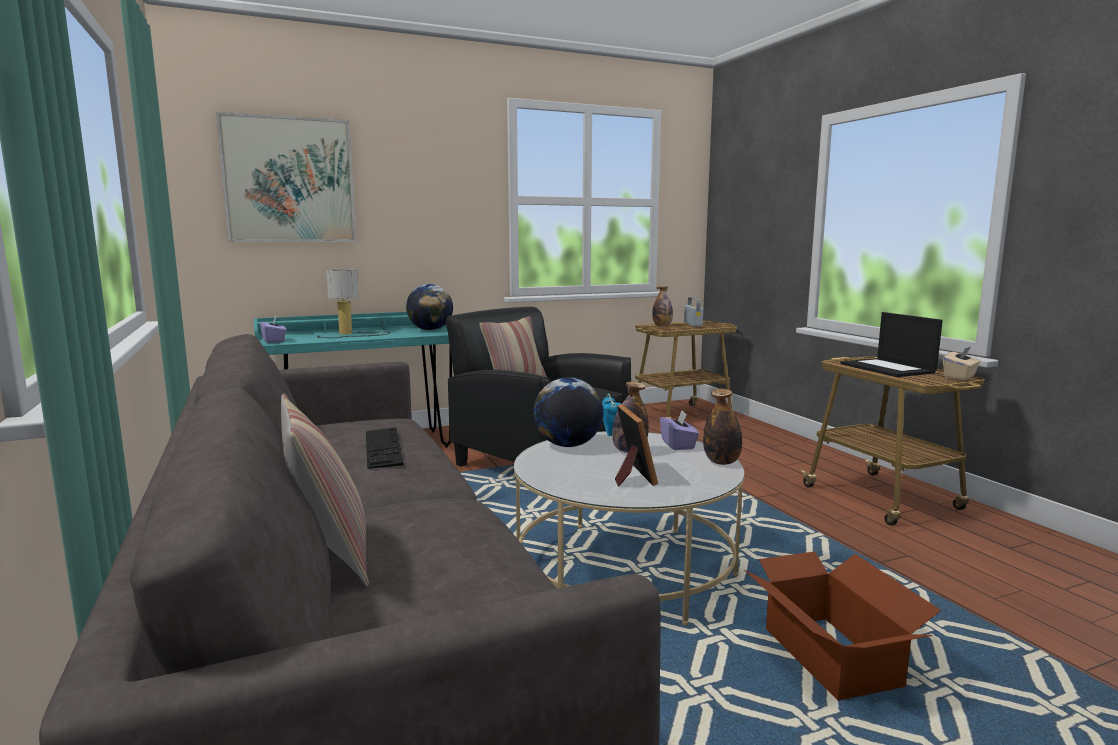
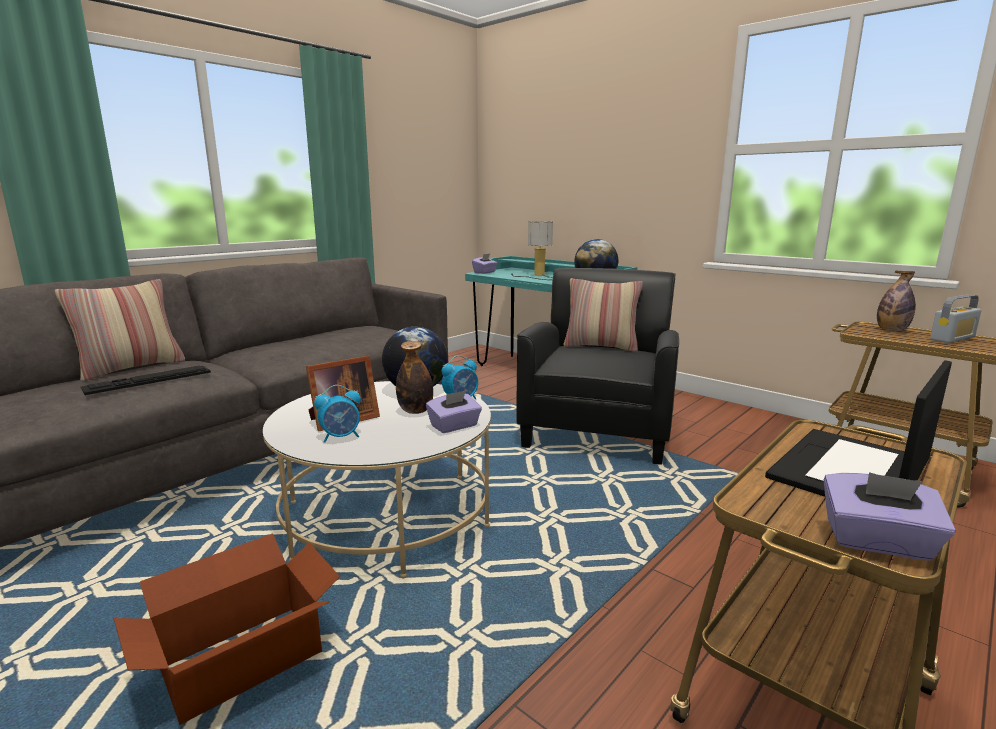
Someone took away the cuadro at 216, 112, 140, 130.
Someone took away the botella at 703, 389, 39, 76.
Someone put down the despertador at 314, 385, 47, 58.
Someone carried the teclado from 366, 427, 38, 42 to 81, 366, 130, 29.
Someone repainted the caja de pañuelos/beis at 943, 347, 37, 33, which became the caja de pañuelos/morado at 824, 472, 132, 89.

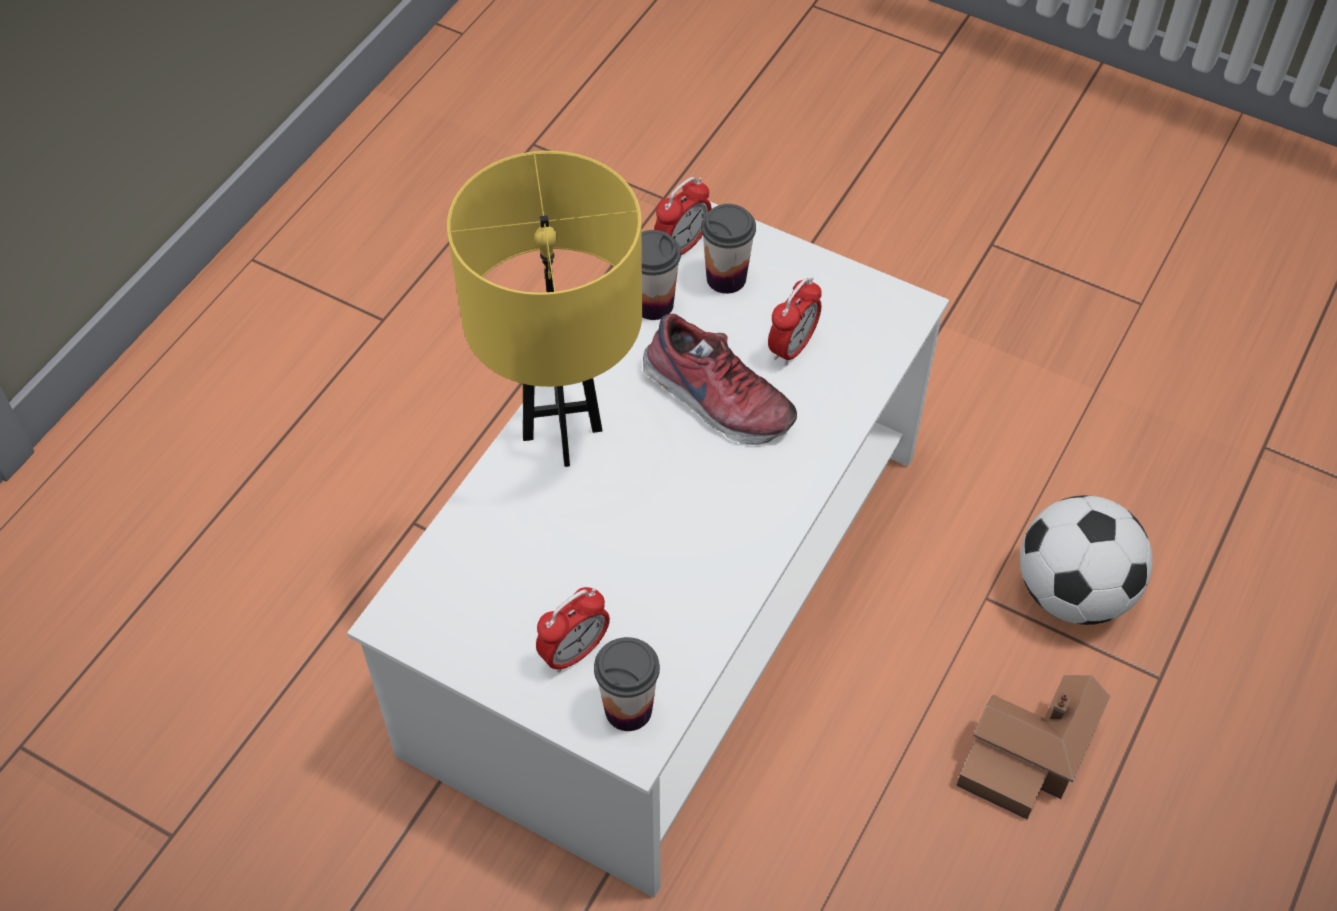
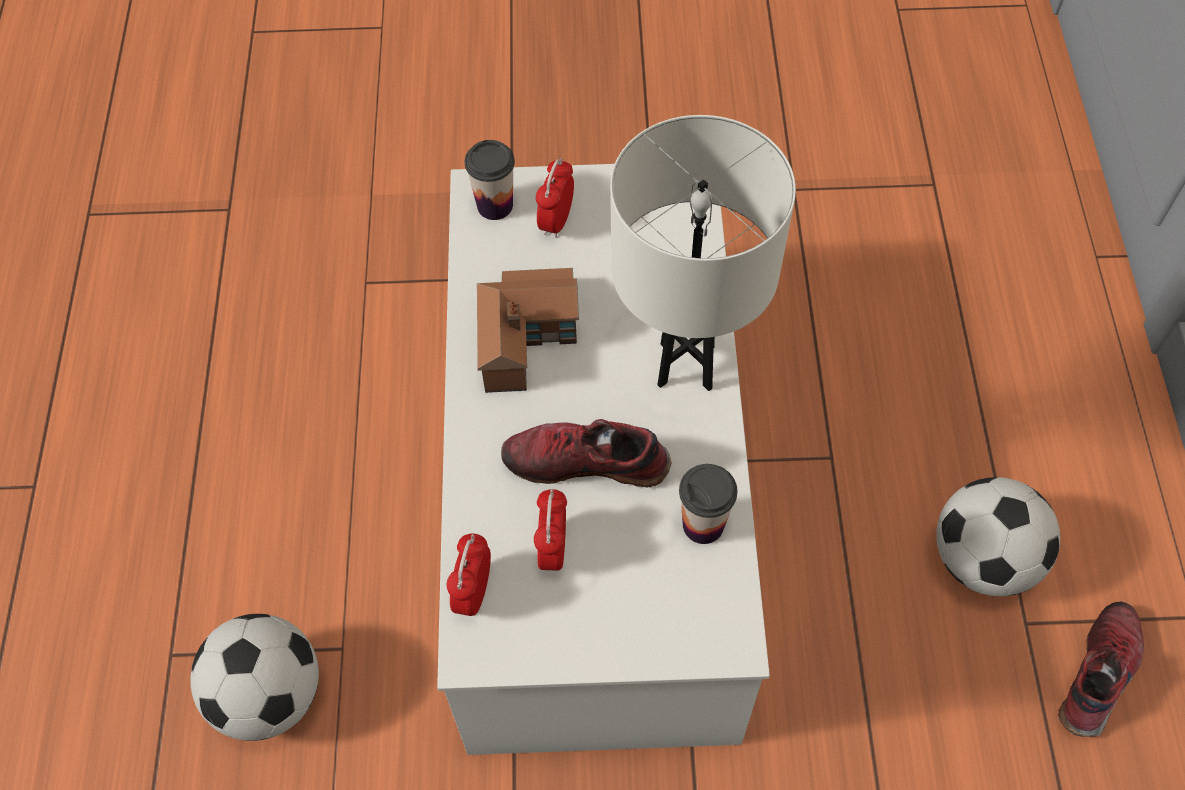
Someone took away the taza at 701, 204, 55, 90.
Someone put down the balón de fútbol at 936, 477, 124, 119.
Someone put down the zapato at 1058, 602, 86, 135.
Someone carried the despertador from 654, 177, 58, 78 to 447, 534, 44, 82.
Someone carried the casita from 956, 675, 154, 144 to 477, 268, 102, 125.
Someone repainted the lámpara de mesa/amarillo at 447, 151, 195, 316, which became the lámpara de mesa/blanco at 610, 115, 186, 276.

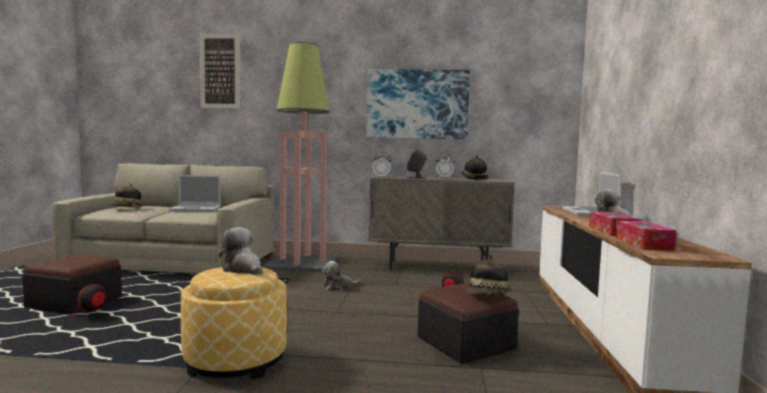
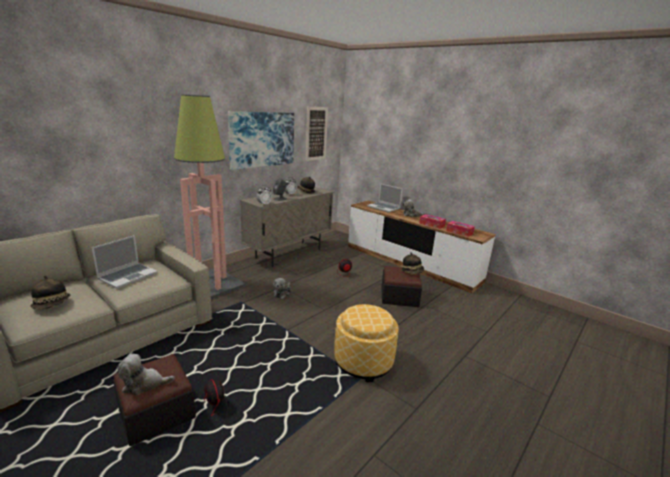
Someone carried the cuadro from 199, 34, 41, 74 to 306, 107, 22, 54.
Someone carried the peluche from 219, 227, 44, 48 to 117, 354, 58, 41.

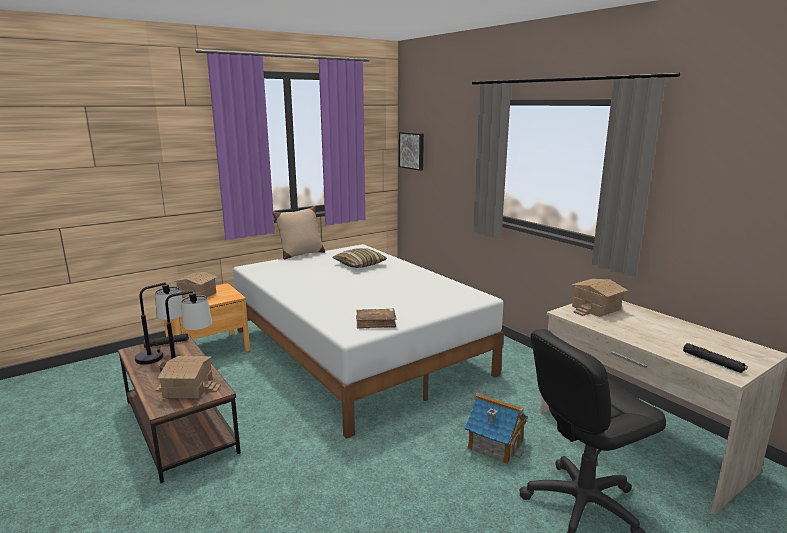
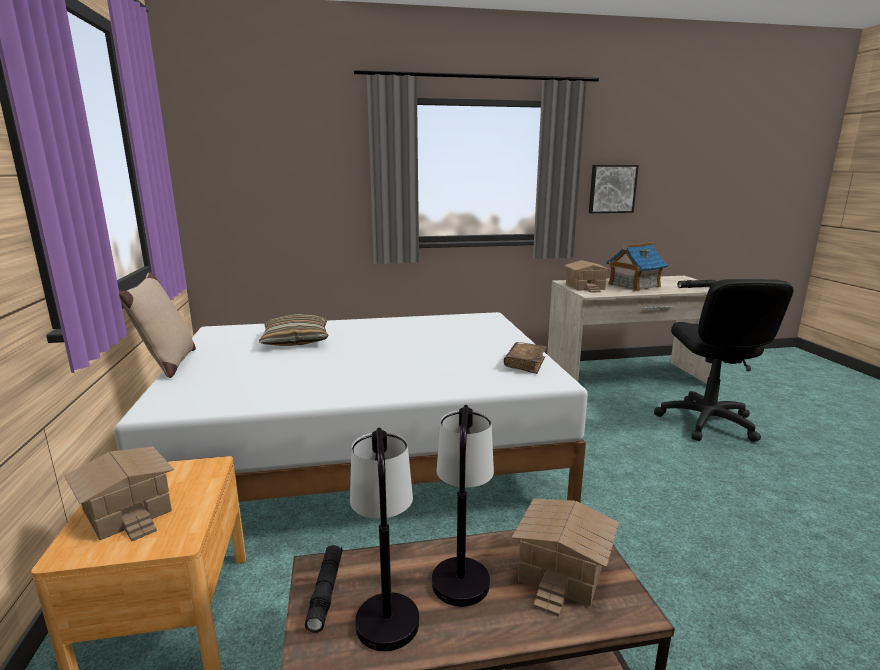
Someone carried the cuadro from 399, 132, 25, 39 to 589, 165, 50, 48.
Someone carried the casita from 465, 393, 63, 71 to 606, 242, 62, 49.

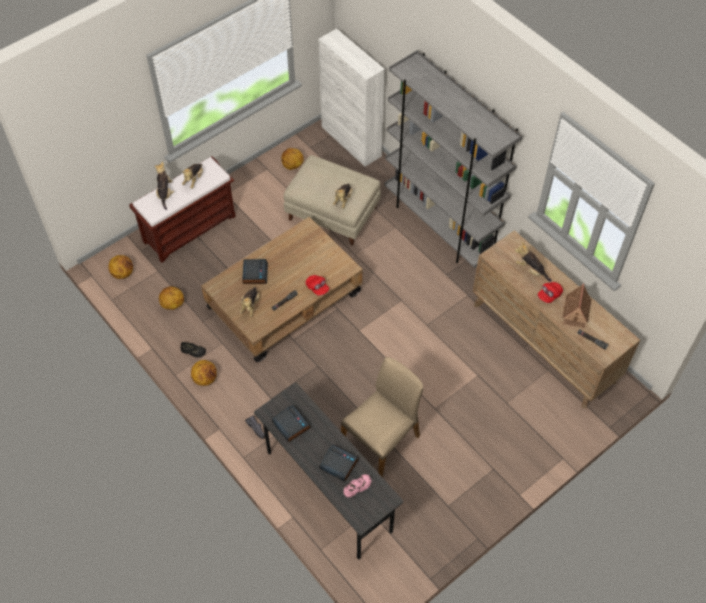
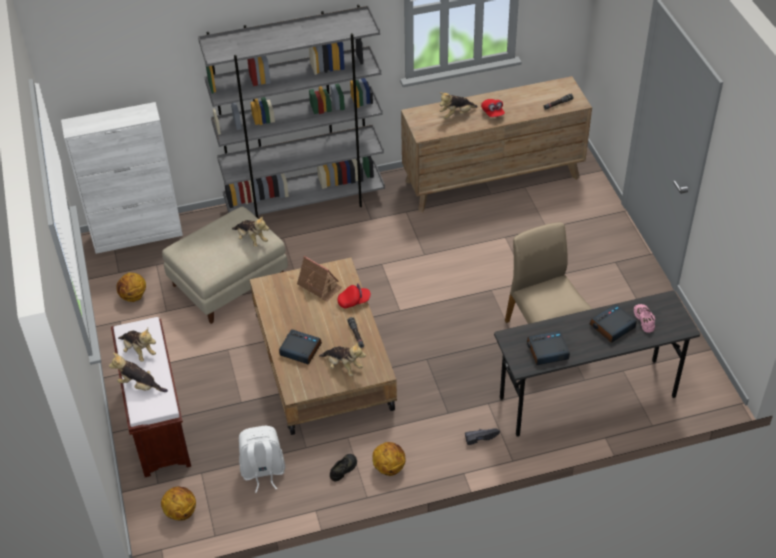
Someone carried the casita from 563, 283, 28, 45 to 297, 256, 45, 46.
Someone swapped the balón de baloncesto at 159, 286, 25, 24 for the mochila/blanco at 239, 426, 46, 67.

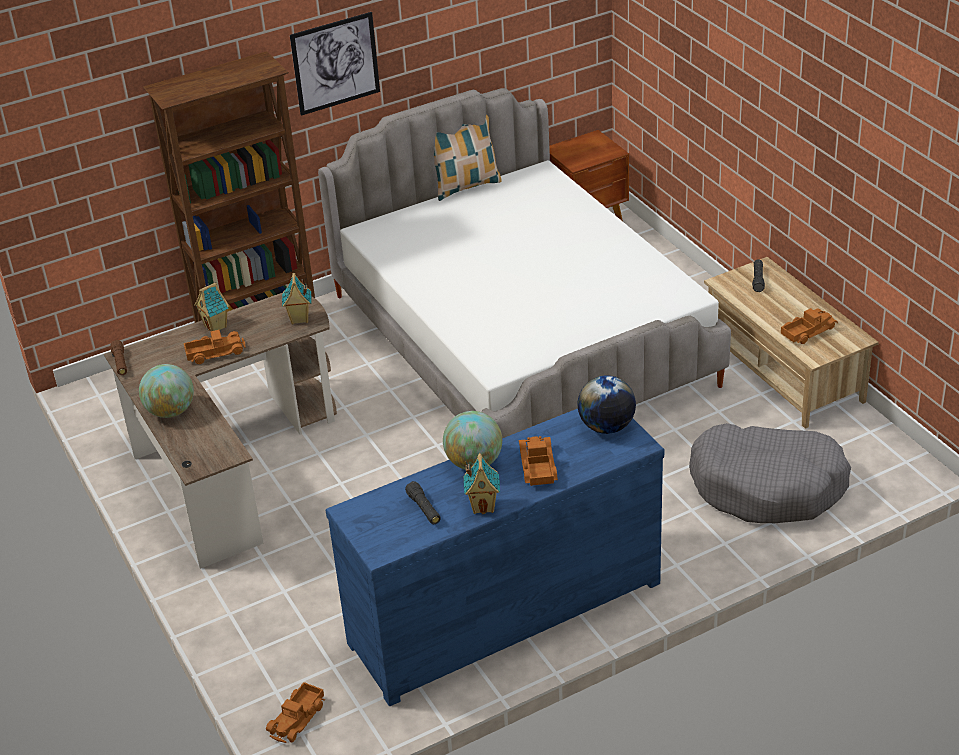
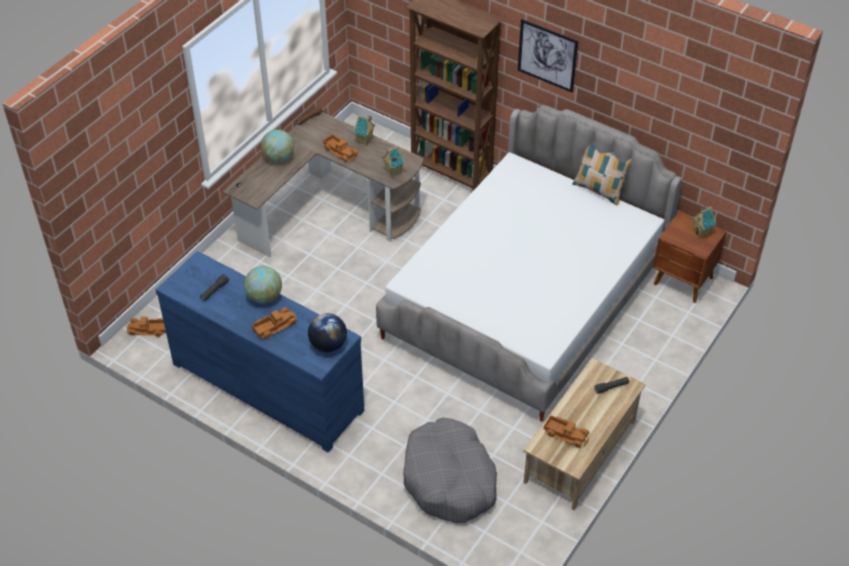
Someone carried the casita from 464, 453, 36, 61 to 691, 205, 25, 33.

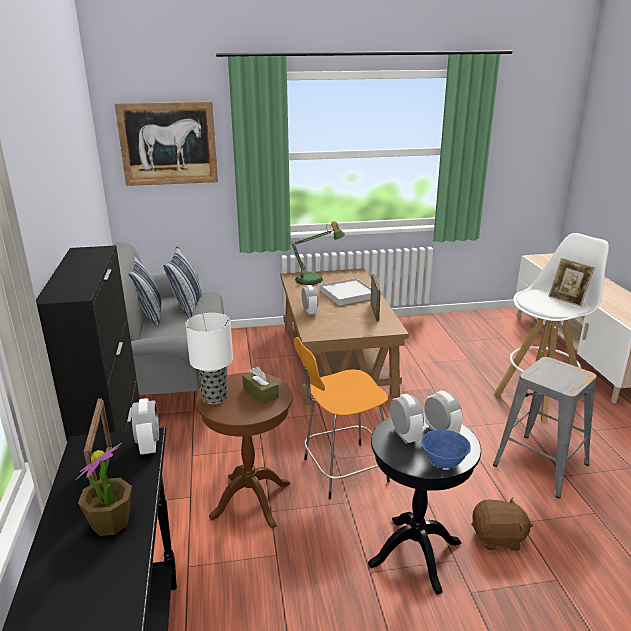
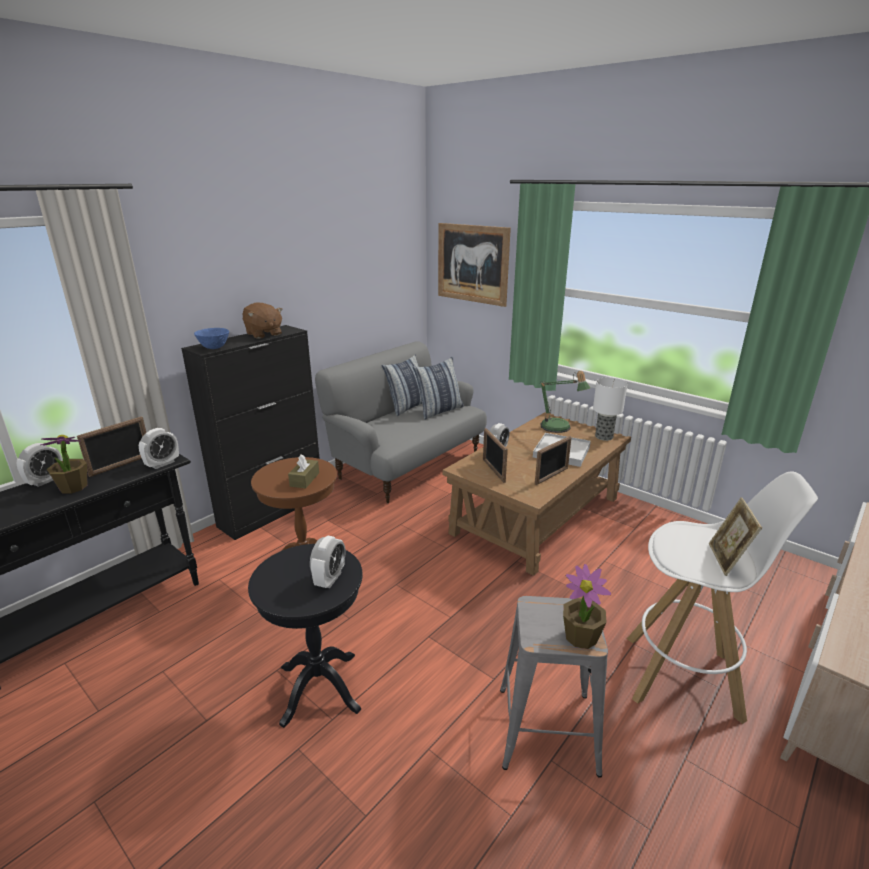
Someone took away the taburete/naranja at 294, 337, 96, 163.
Someone put down the portarretratos at 483, 428, 25, 55.
Someone put down the planta en maceta at 563, 564, 48, 85.
Someone carried the lámpara de mesa from 186, 313, 47, 91 to 593, 378, 34, 63.
Someone carried the despertador from 390, 394, 34, 50 to 16, 443, 47, 44.
Someone carried the cuenco/azul from 421, 430, 50, 38 to 194, 328, 35, 21.
Someone carried the peluche/marrón from 472, 497, 61, 54 to 243, 302, 40, 37.

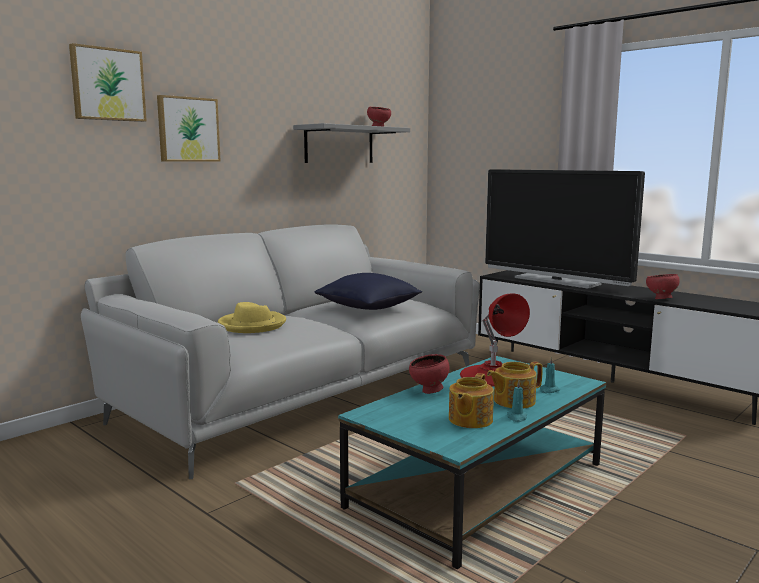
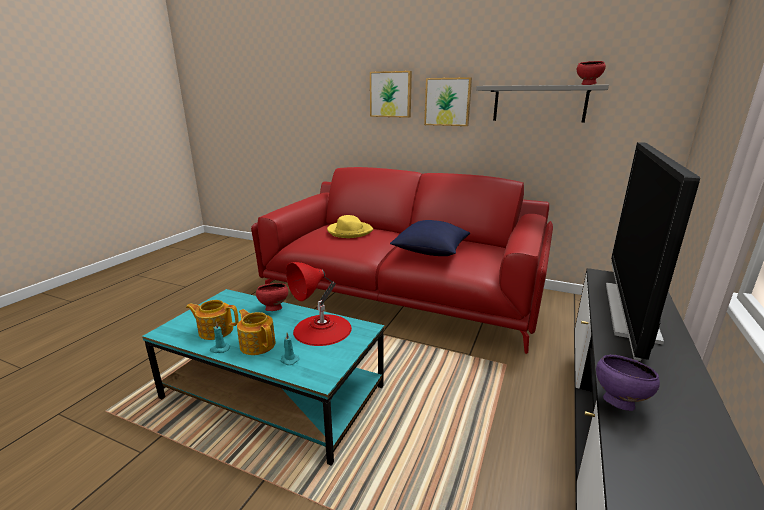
Someone carried the cuadro from 69, 43, 78, 79 to 424, 77, 48, 49.
Someone repainted the sofá/gris at 81, 224, 399, 255, which became the sofá/rojo at 251, 167, 302, 187.
Someone repainted the cuenco/rojo at 646, 274, 34, 25, which became the cuenco/morado at 596, 355, 64, 56.

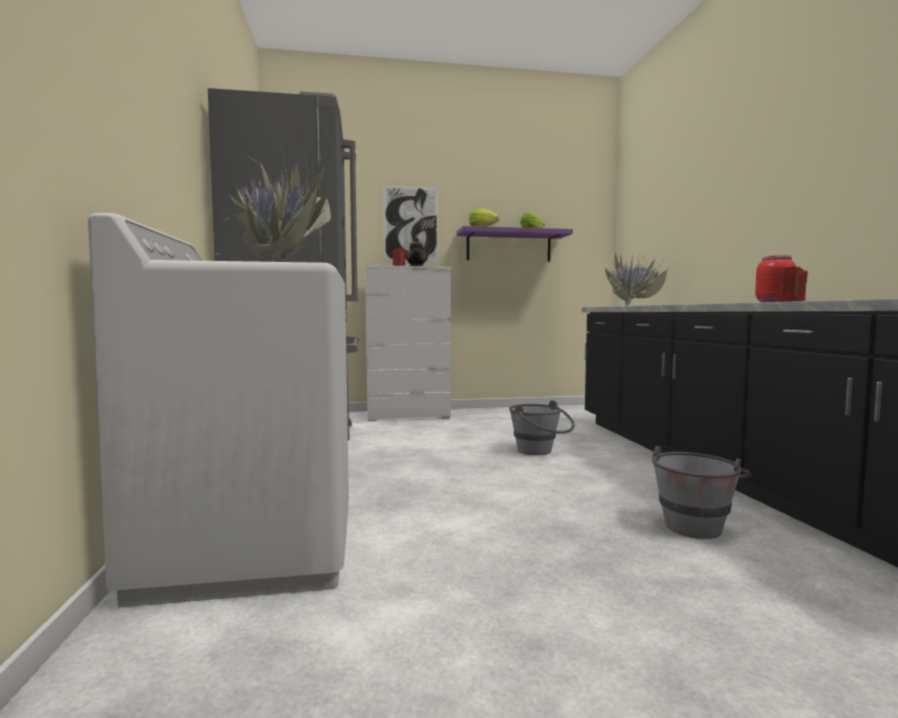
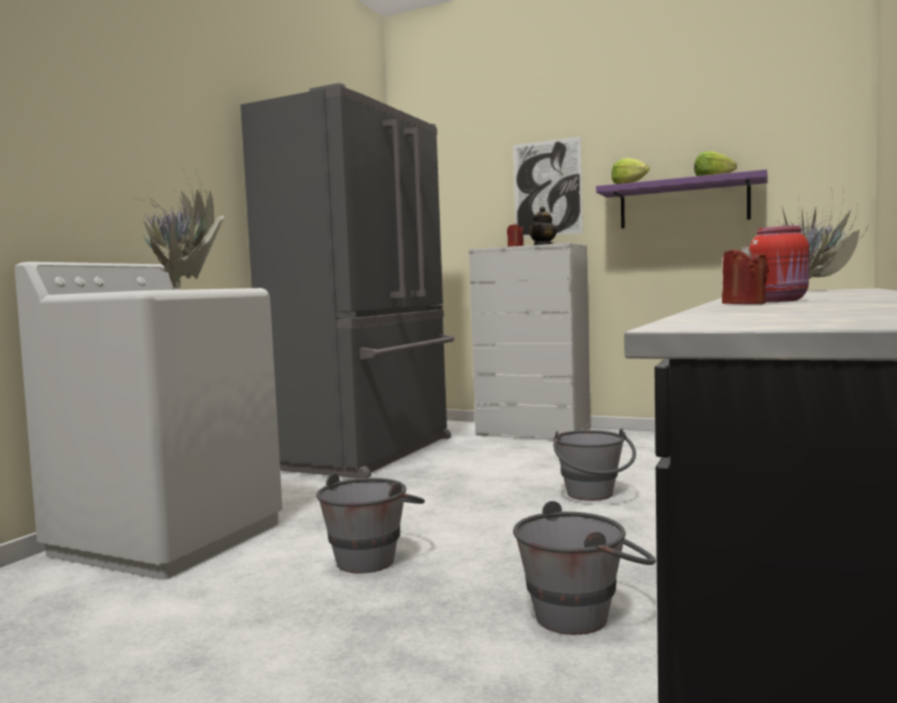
Someone put down the cubo/gris at 316, 474, 109, 99.

